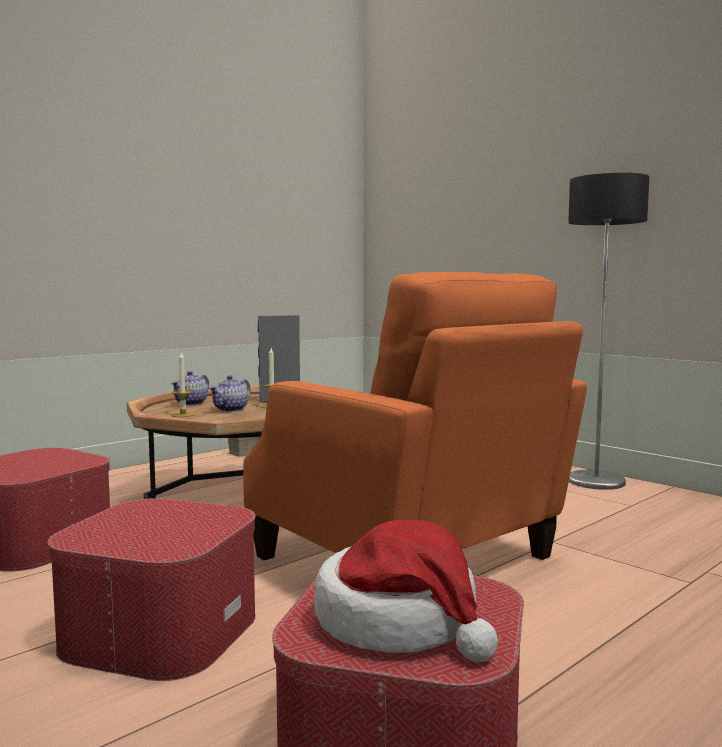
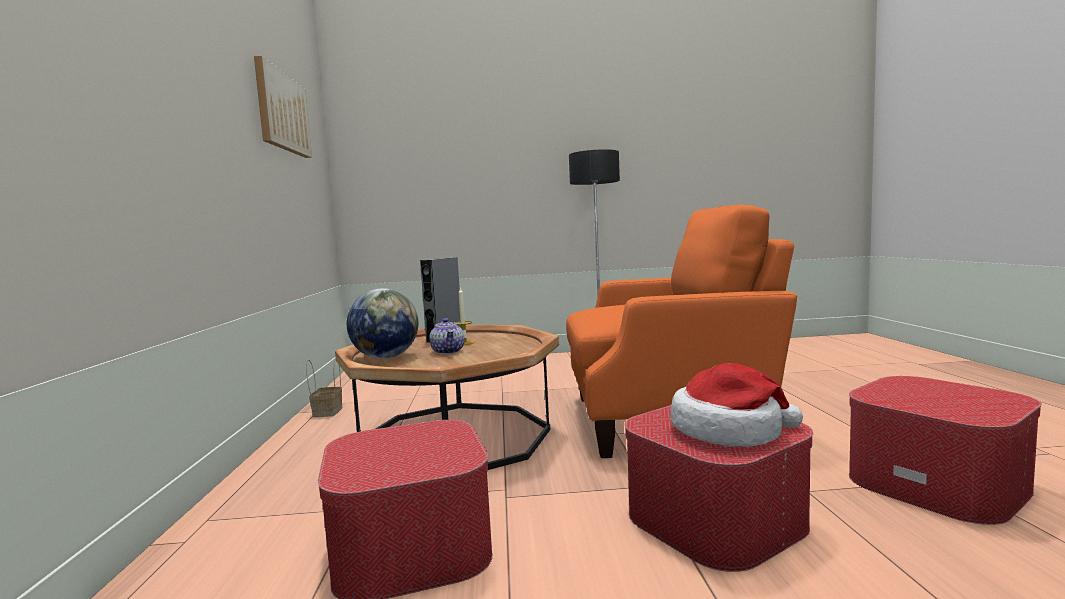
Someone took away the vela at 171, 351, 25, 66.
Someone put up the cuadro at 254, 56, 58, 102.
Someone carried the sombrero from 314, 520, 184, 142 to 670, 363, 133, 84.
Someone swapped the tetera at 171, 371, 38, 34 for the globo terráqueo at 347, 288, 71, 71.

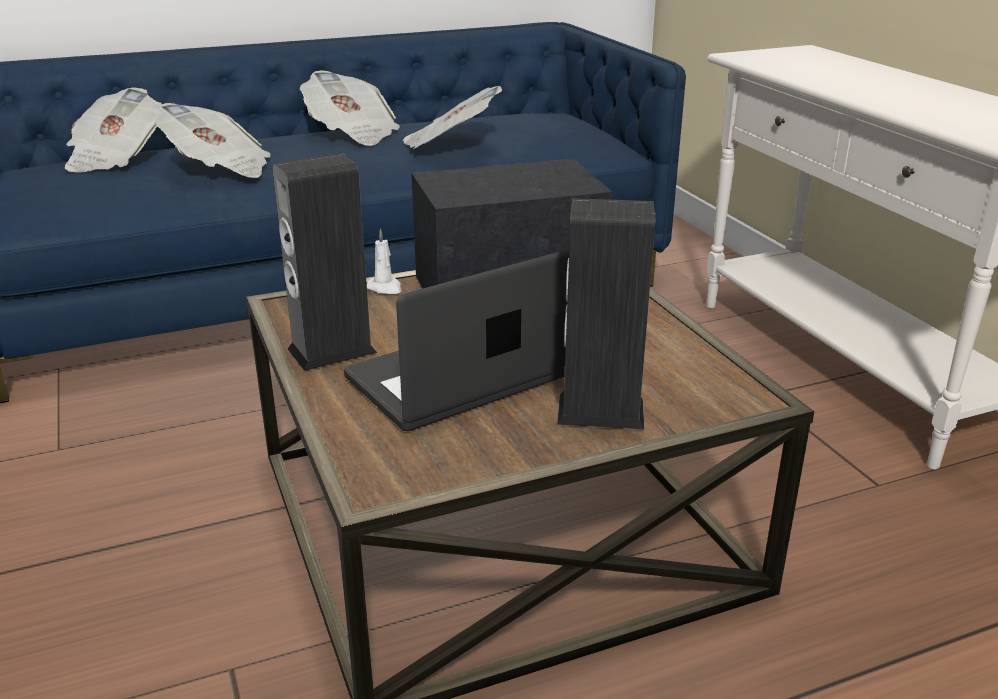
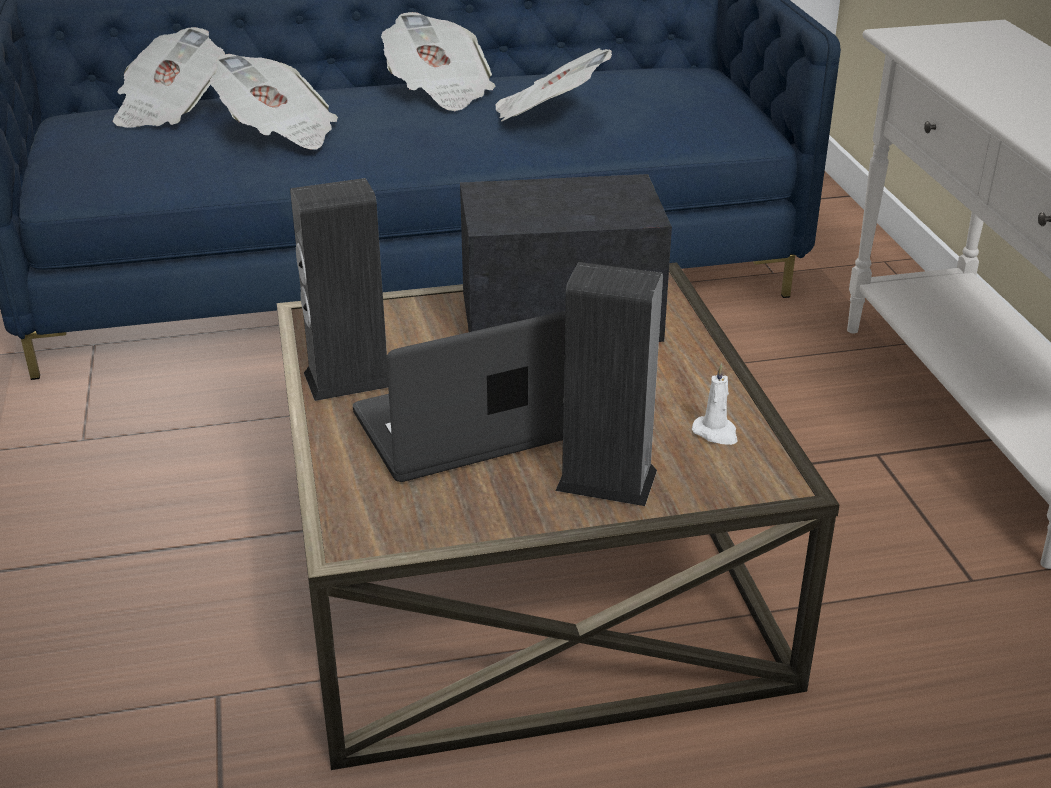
Someone carried the vela/blanco from 367, 228, 34, 66 to 692, 364, 45, 81.

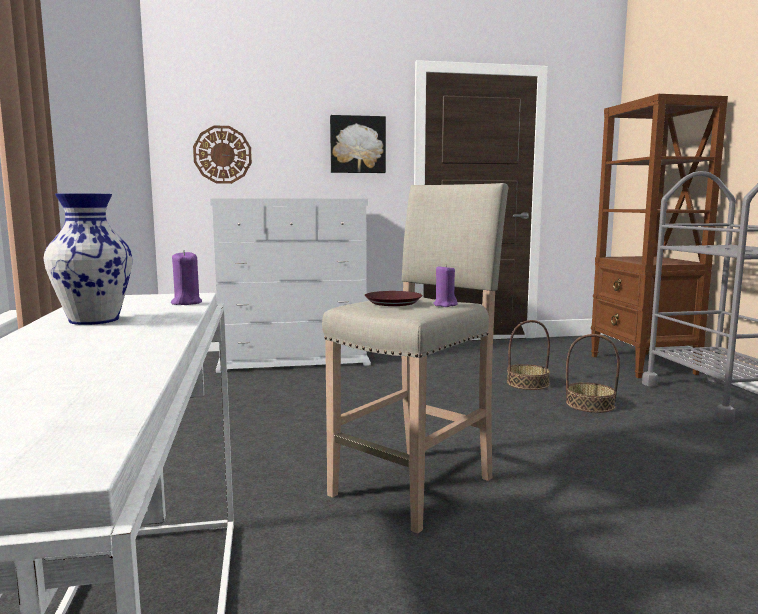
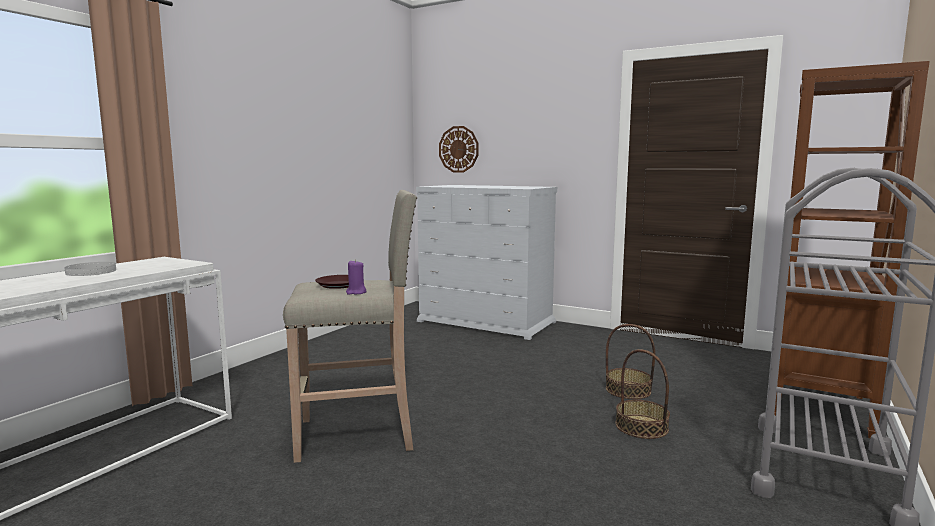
Someone took away the vela/morado at 171, 250, 31, 55.
Someone took away the cuadro at 330, 115, 56, 58.
Someone swapped the florero at 43, 193, 89, 132 for the plato/blanco at 64, 262, 52, 14.

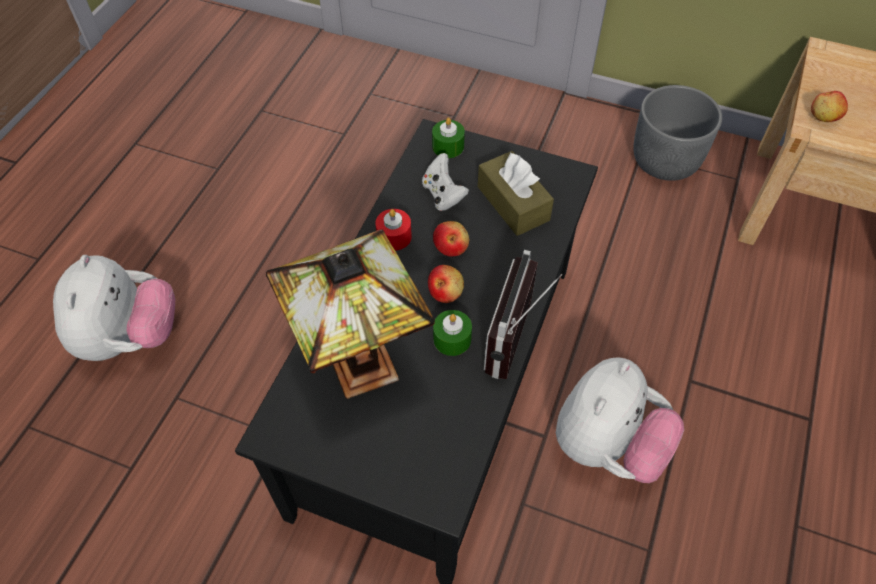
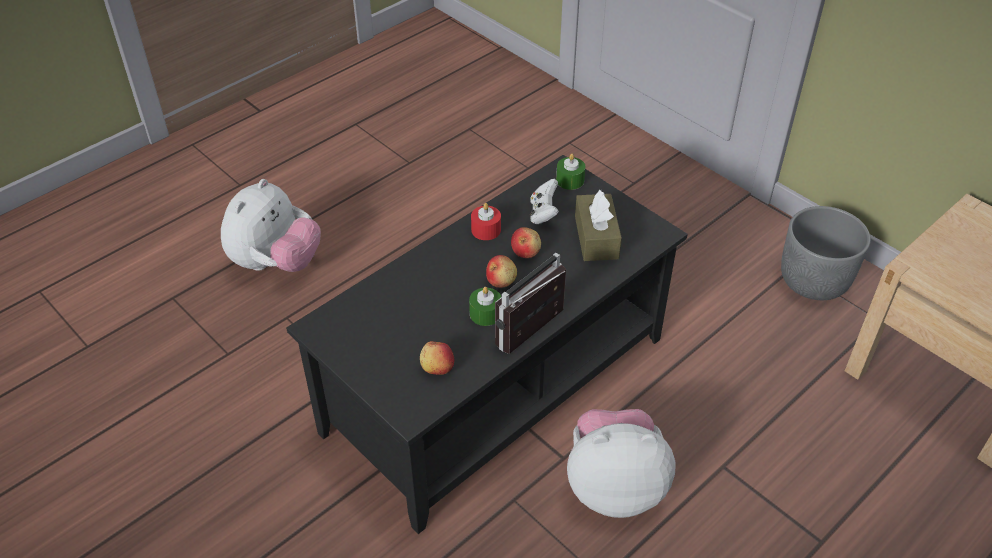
Someone took away the lámpara de mesa at 266, 230, 169, 169.
Someone carried the manzana from 811, 91, 37, 31 to 420, 341, 34, 34.
Someone rotated the peluche at 556, 357, 128, 126 by 150 degrees counterclockwise.

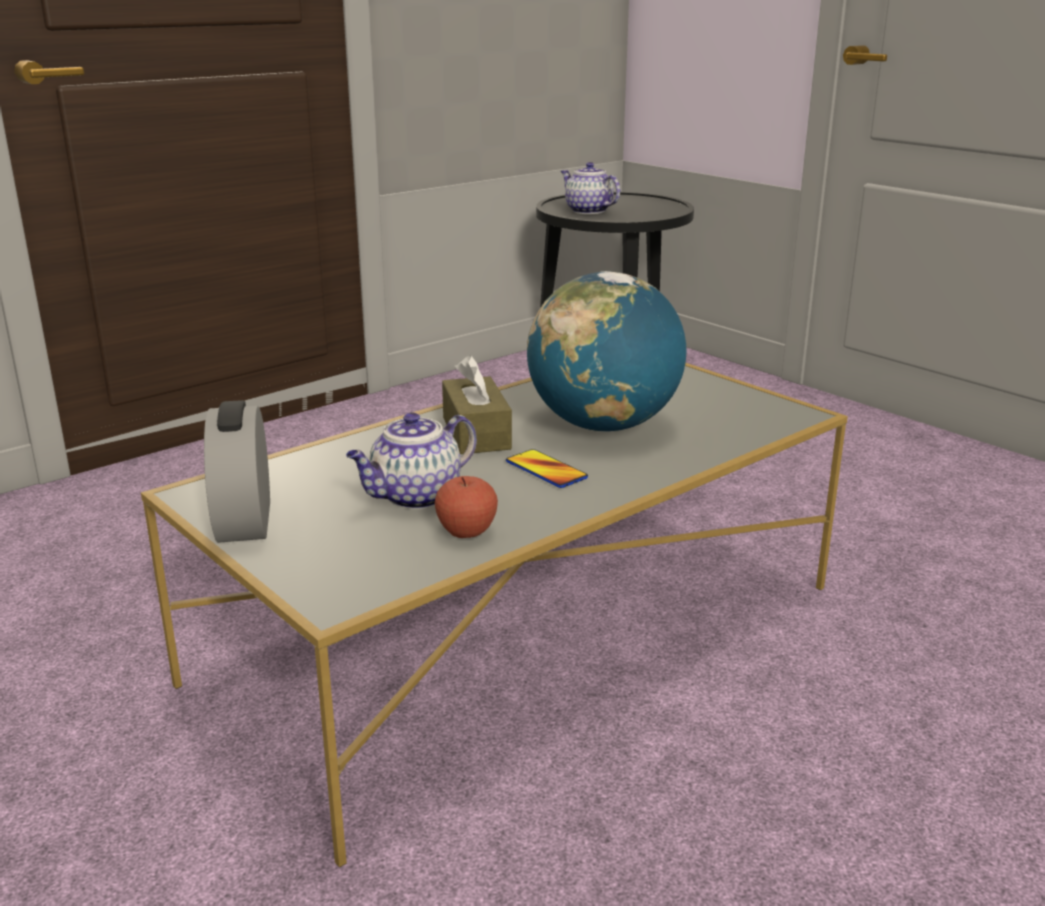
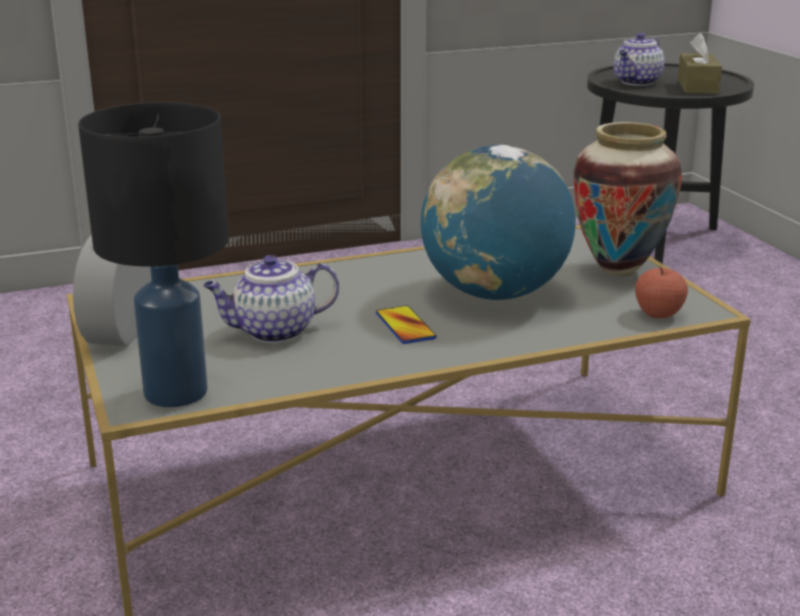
Someone put down the lámpara de mesa/negro at 78, 102, 151, 305.
Someone put down the florero at 574, 122, 108, 154.
Someone carried the manzana from 435, 476, 63, 62 to 635, 267, 53, 51.
Someone carried the caja de pañuelos/marrón from 442, 355, 70, 99 to 678, 33, 44, 61.
Someone rotated the tetera at 561, 162, 59, 52 by 120 degrees counterclockwise.

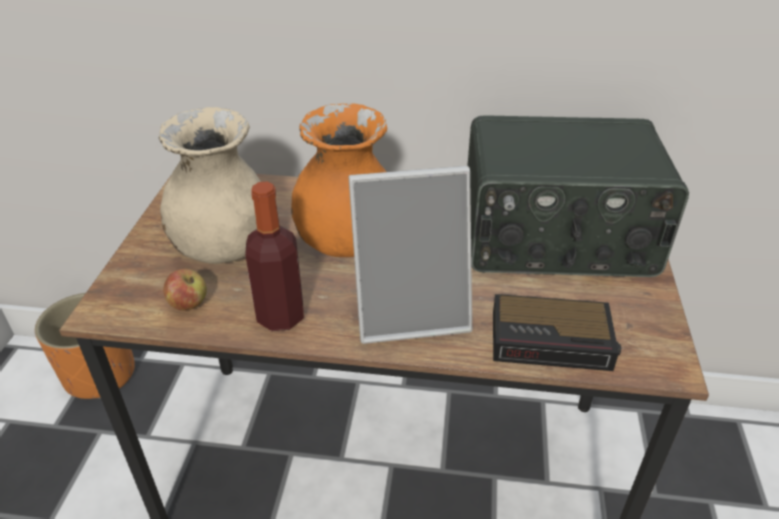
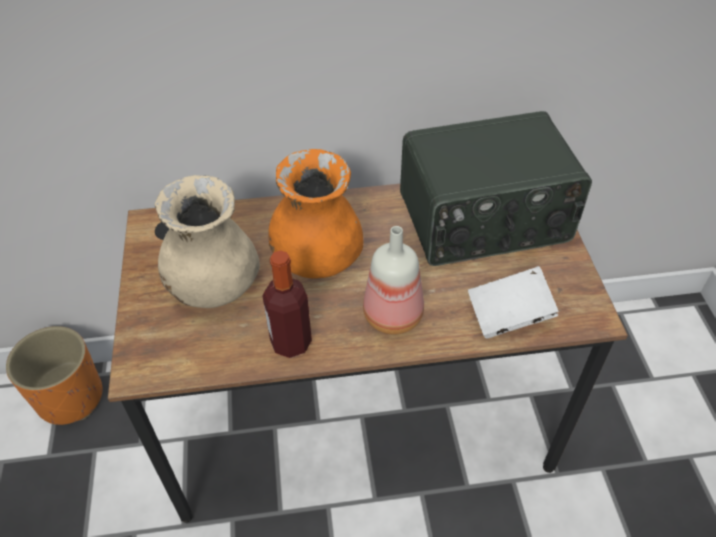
Someone took away the manzana at 163, 269, 44, 42.
Someone swapped the portarretratos at 348, 166, 124, 178 for the botella at 363, 226, 61, 109.
Someone swapped the despertador at 493, 294, 128, 77 for the libro/blanco at 468, 266, 90, 73.

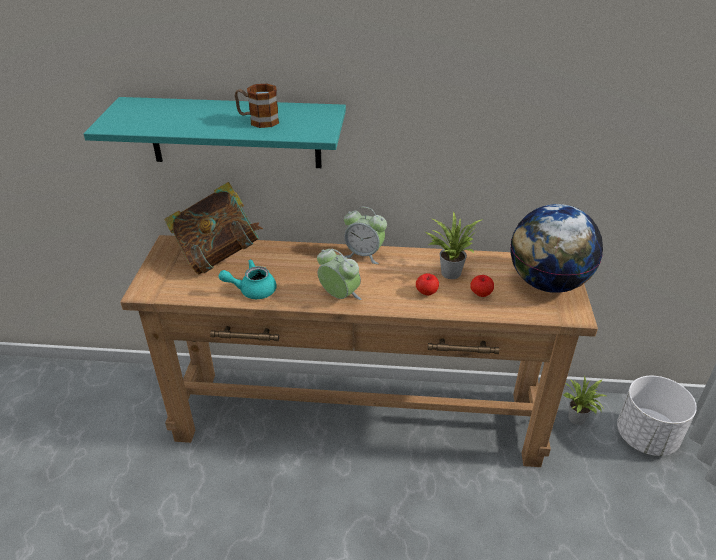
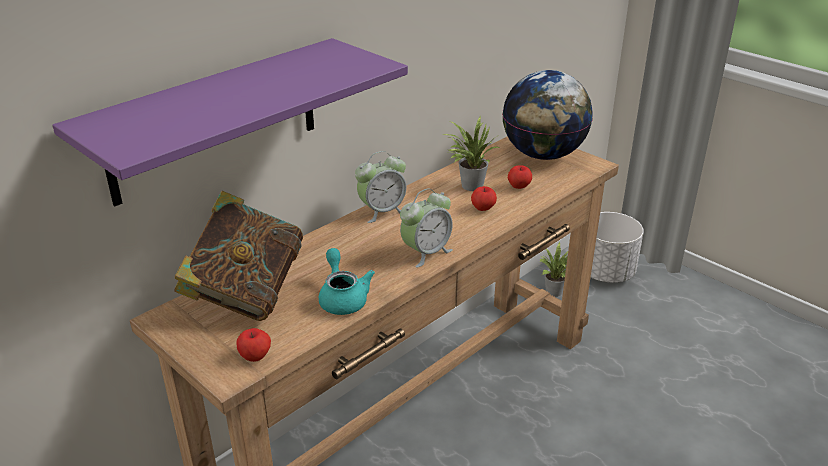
Someone took away the taza grande at 235, 83, 44, 45.
Someone put down the manzana at 237, 328, 34, 34.
Someone repainted the estante/turquesa at 83, 97, 263, 71, which became the estante/morado at 52, 38, 356, 168.
Someone rotated the tetera/turquesa at 218, 259, 59, 40 by 135 degrees clockwise.
Someone rotated the despertador at 317, 249, 44, 51 by 150 degrees clockwise.

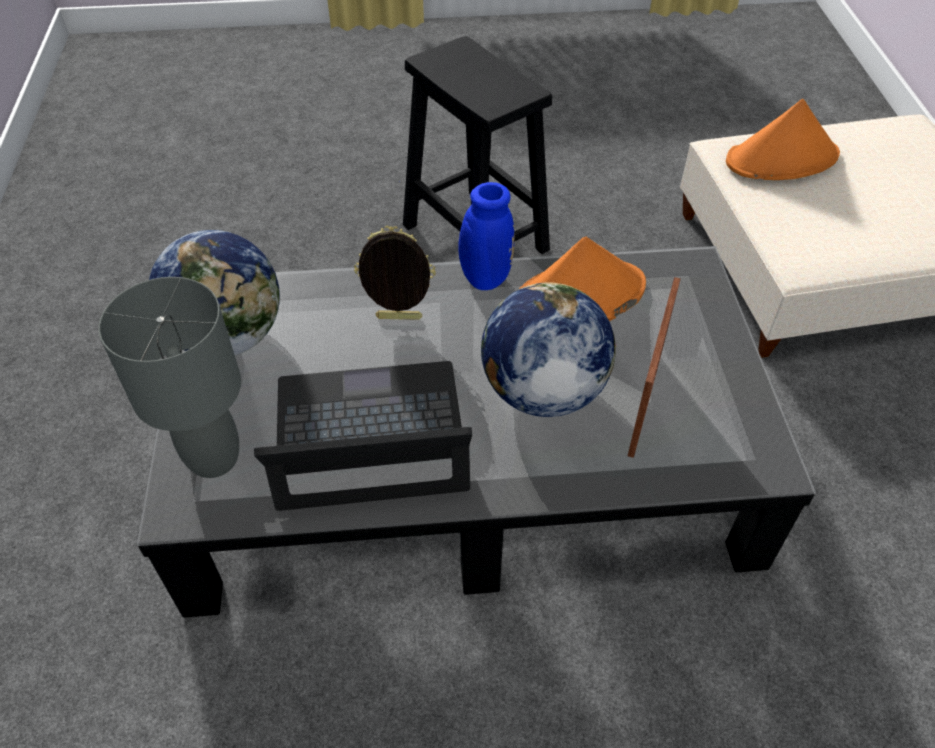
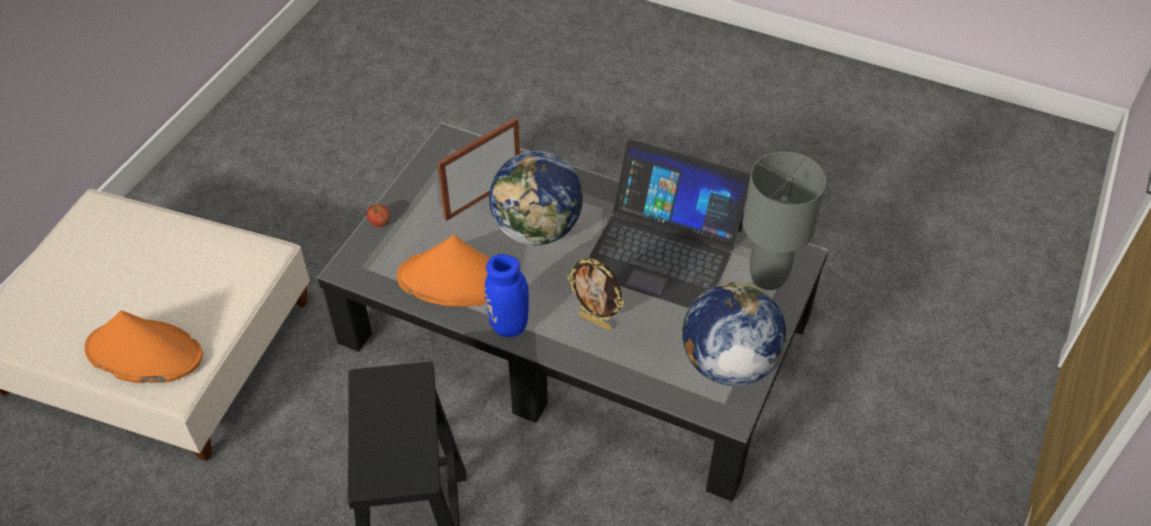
Someone put down the manzana at 366, 204, 24, 23.

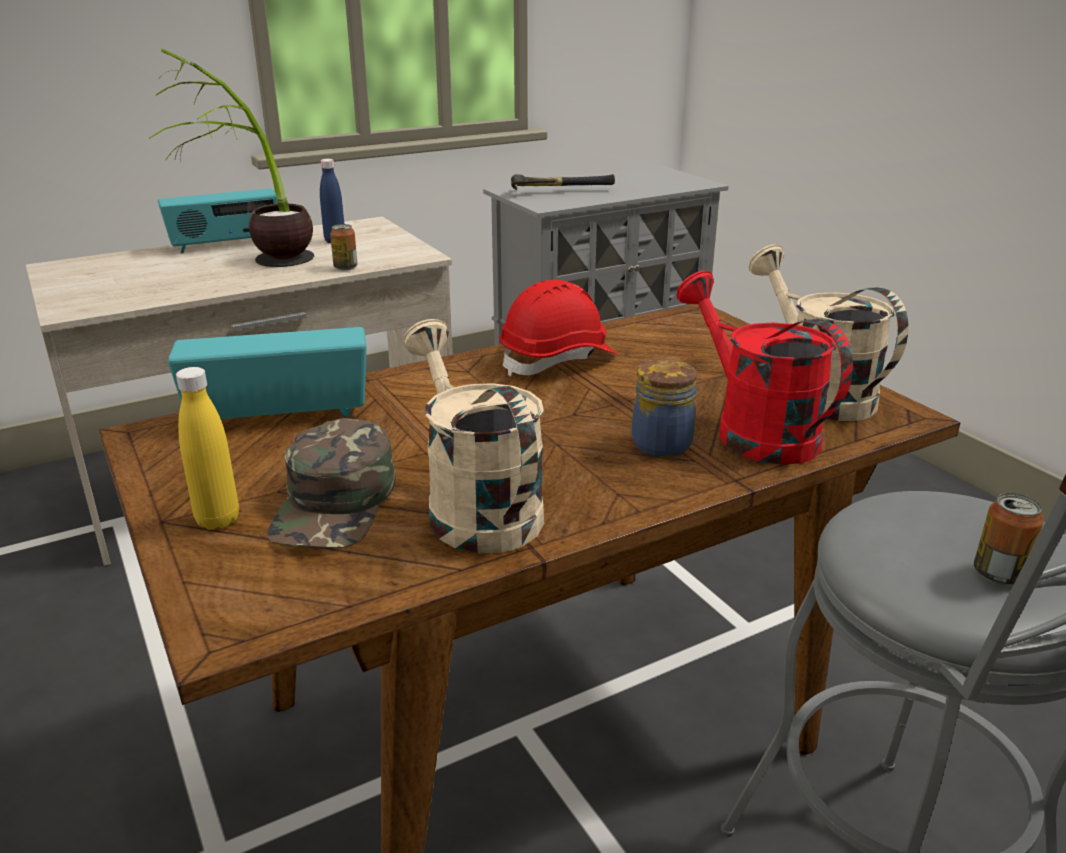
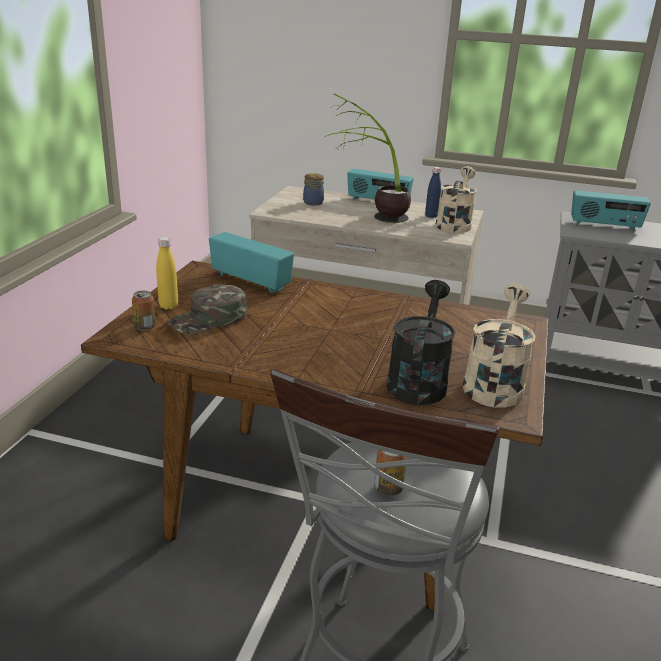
Someone took away the casco/rojo at 499, 280, 118, 97.
Someone carried the lata from 330, 224, 28, 46 to 132, 291, 24, 40.
Someone carried the regadera/beis from 403, 319, 141, 234 to 436, 166, 41, 67.
Someone carried the tarro from 632, 359, 65, 99 to 303, 173, 21, 32.
Someone swapped the martillo at 511, 174, 104, 16 for the radio at 571, 190, 80, 41.
Someone repainted the regadera/rojo at 677, 271, 176, 194, which became the regadera/negro at 387, 280, 68, 125.

